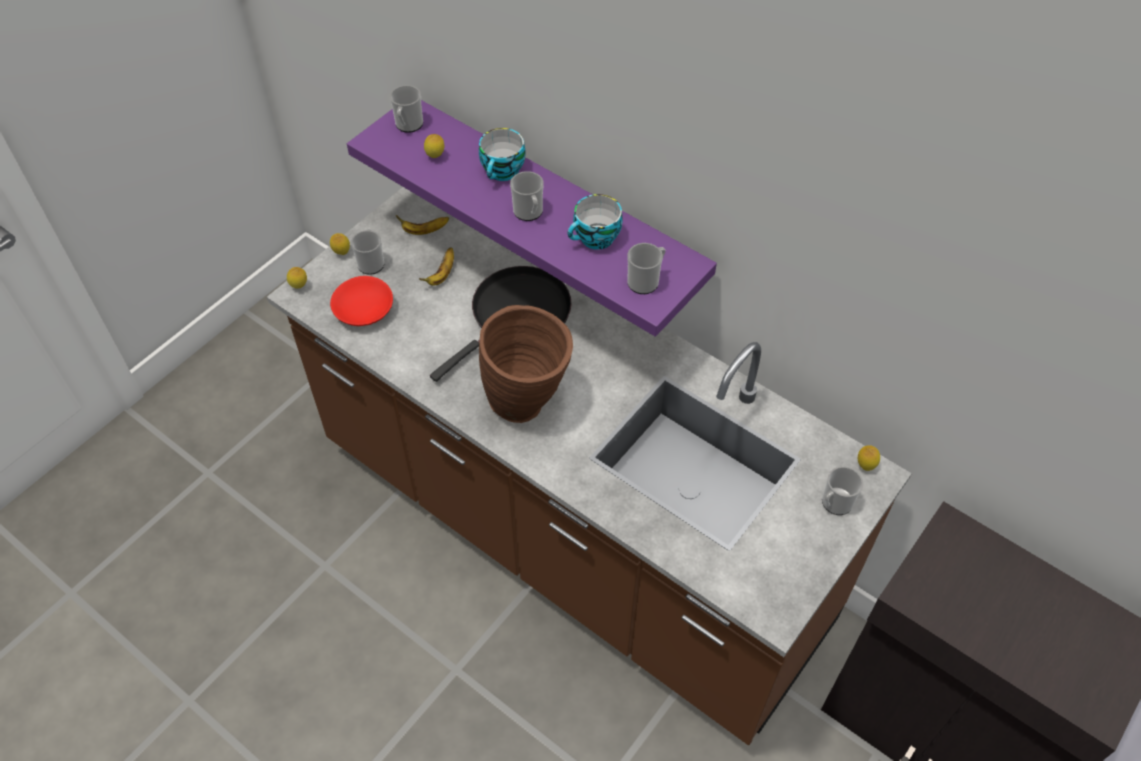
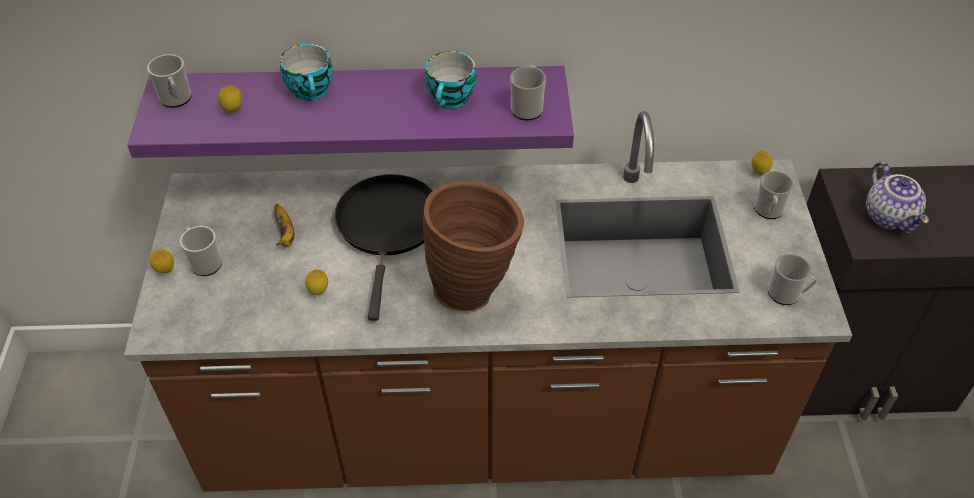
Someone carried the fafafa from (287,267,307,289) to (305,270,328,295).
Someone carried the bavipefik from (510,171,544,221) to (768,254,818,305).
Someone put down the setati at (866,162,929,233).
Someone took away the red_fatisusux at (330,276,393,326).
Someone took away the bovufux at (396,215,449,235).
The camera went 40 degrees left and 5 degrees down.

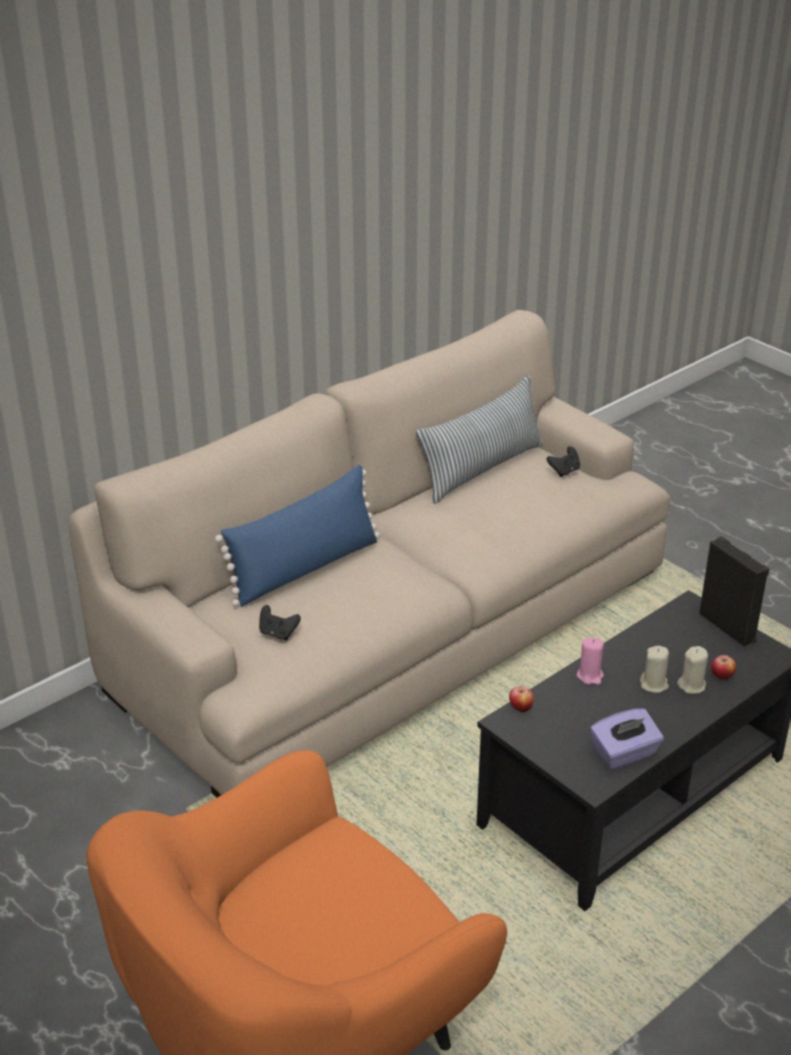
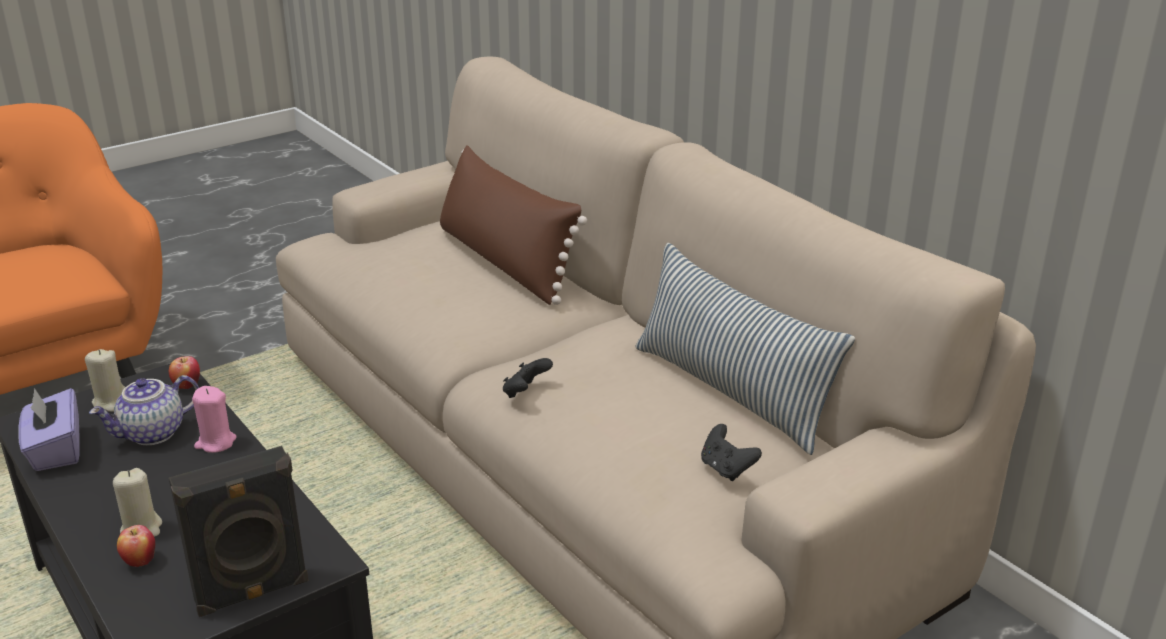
Someone carried the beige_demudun from (640,646,669,693) to (85,349,125,412).
Someone put down the setati at (89,375,199,445).
Someone repainted the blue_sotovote at (215,465,380,607), which became the brown_sotovote at (440,145,587,305).
Someone carried the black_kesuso from (259,605,301,640) to (503,358,553,398).
The camera went 95 degrees right and 5 degrees down.

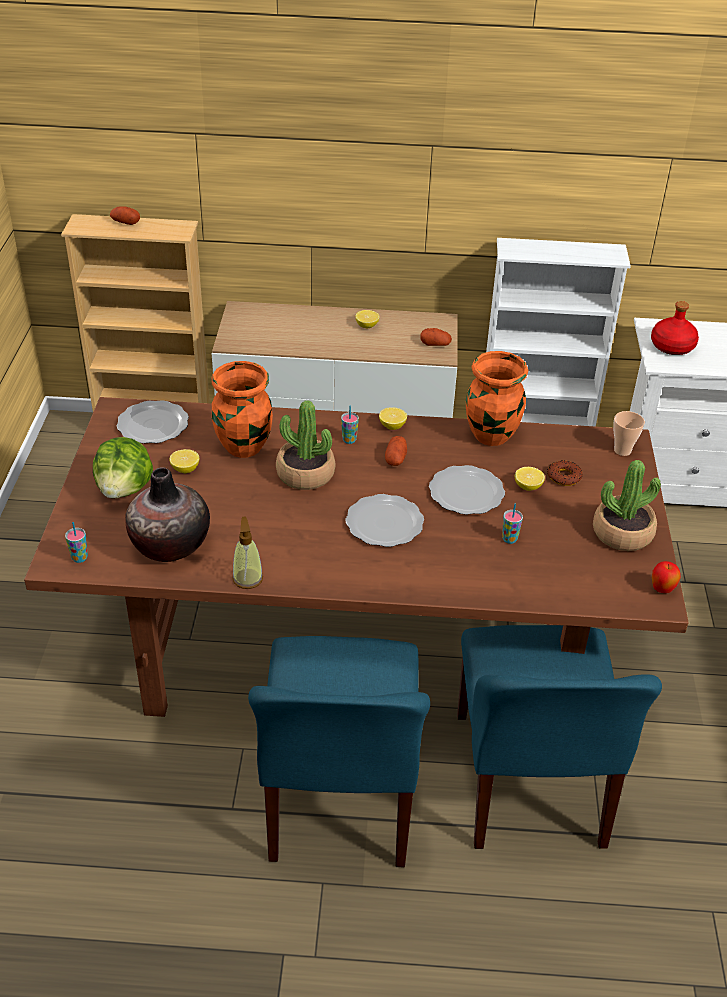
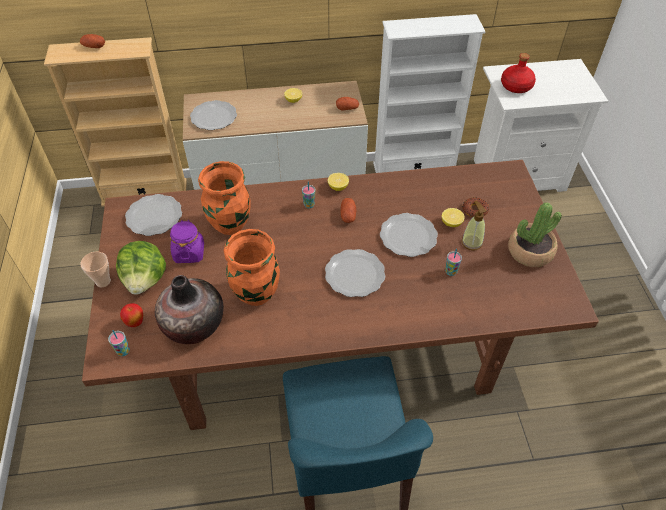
Someone carried the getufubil from (613,411,645,456) to (80,251,111,287).
Someone carried the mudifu from (652,561,681,593) to (120,303,143,327).
Someone swapped the fafafa at (170,449,199,473) for the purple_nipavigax at (170,220,204,263).
Someone put down the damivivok at (190,100,237,130).
Someone carried the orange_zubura from (466,351,528,446) to (224,229,280,306).
Someone carried the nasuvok from (232,516,263,589) to (461,201,486,251).
Someone took away the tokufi at (276,400,335,490).
Someone took away the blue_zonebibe at (457,625,662,849).
The camera went 10 degrees left and 10 degrees up.

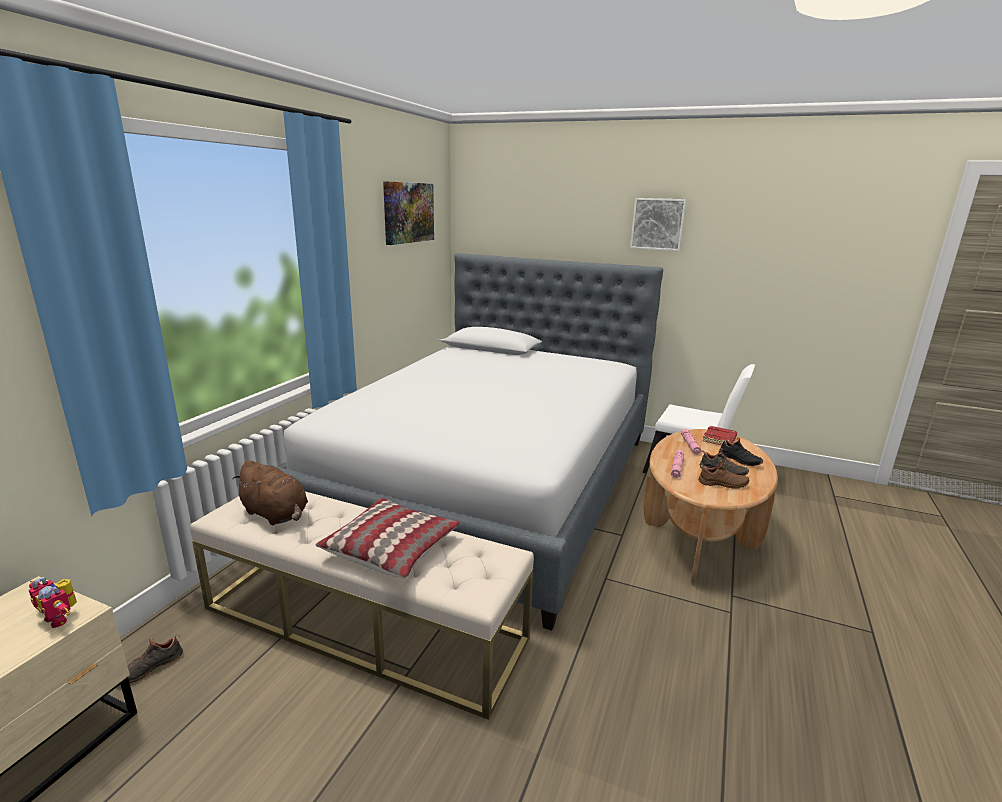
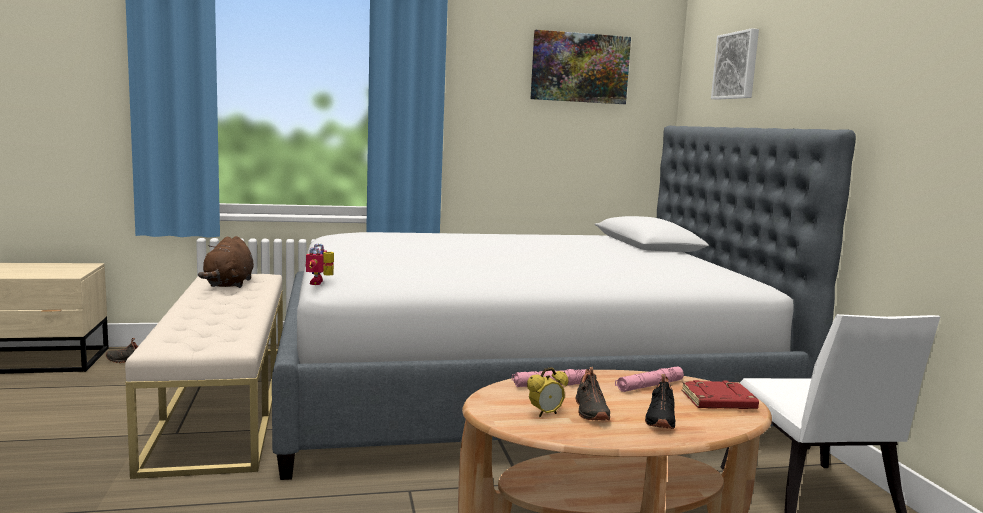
Someone carried the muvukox from (29,577,77,628) to (306,243,334,285).
Someone swapped the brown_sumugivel at (698,460,749,489) for the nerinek at (527,367,568,417).
Someone carried the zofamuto from (630,198,687,251) to (711,28,759,100).
Someone took away the sotovote at (316,498,460,578).
The camera went 55 degrees right and 10 degrees down.

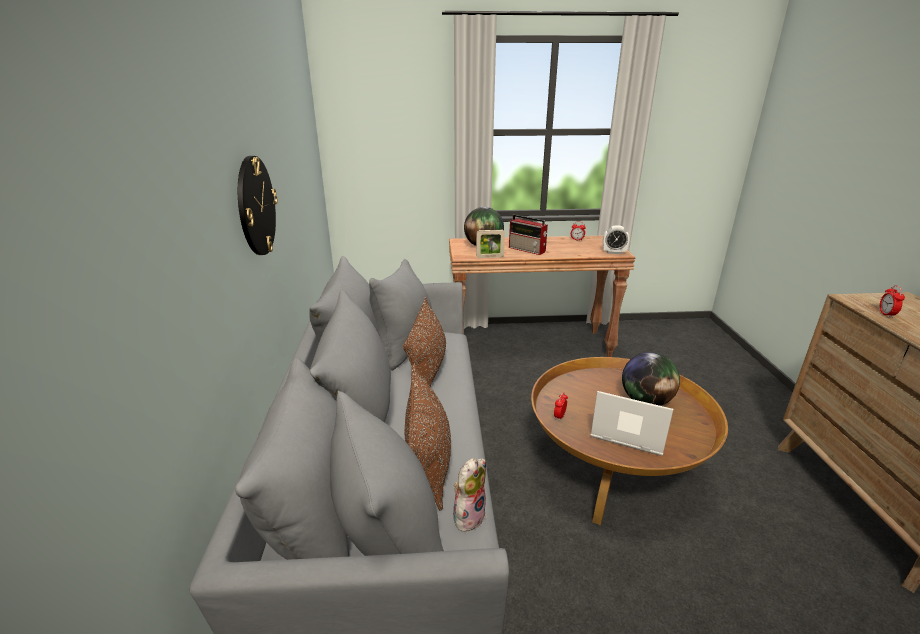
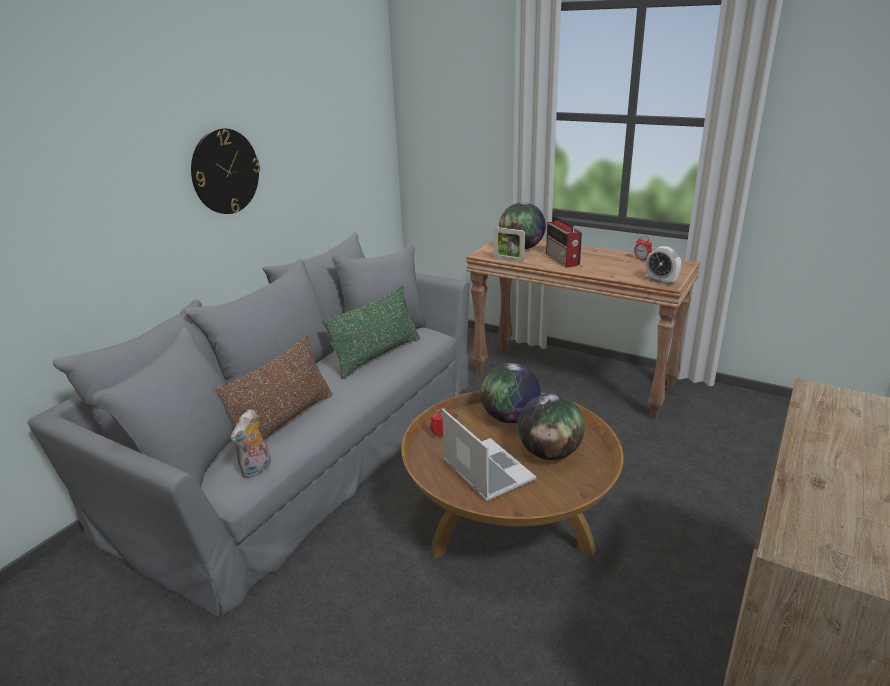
Someone rotated the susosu at (453,458,486,532) by 135 degrees clockwise.
Someone repainted the brown_sotovote at (403,297,446,387), which became the green_sotovote at (323,285,420,379).
Someone put down the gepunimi at (480,363,541,423).
Someone took away the nerinek at (880,285,905,318).
The camera went 35 degrees right and 0 degrees up.

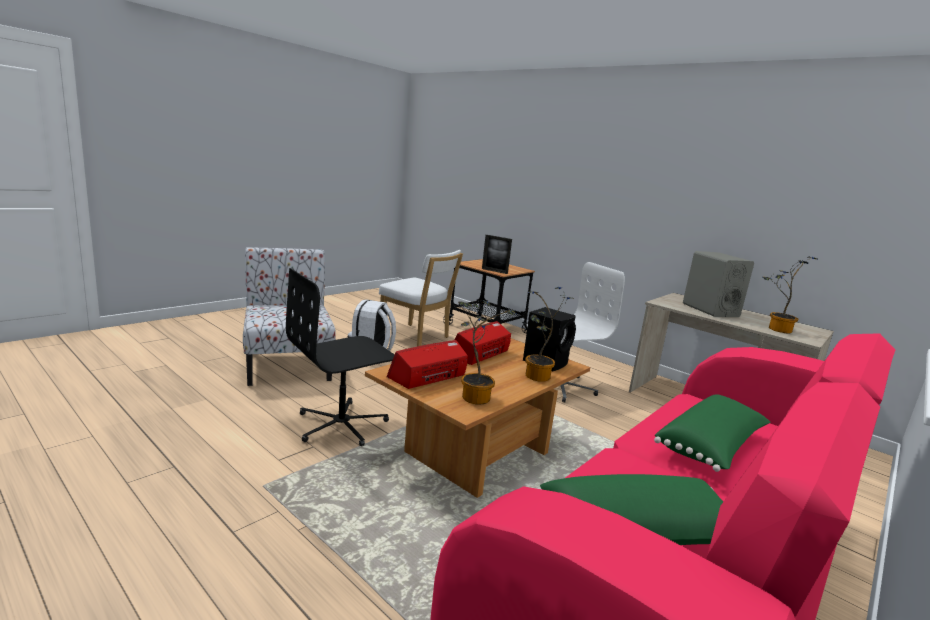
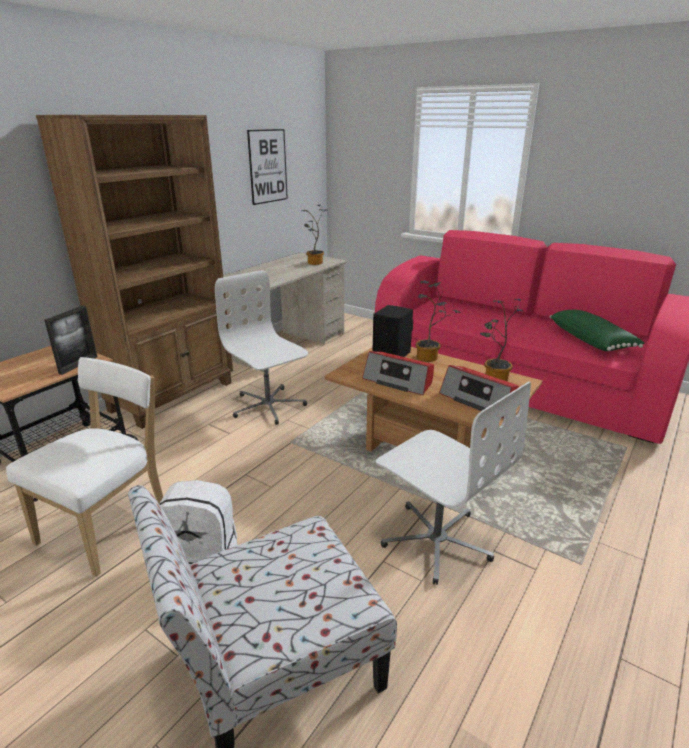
Someone put down the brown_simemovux at (36,115,233,429).
Someone put up the zofamuto at (247,129,288,205).
Someone repainted the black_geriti at (286,268,395,446), which became the white_geriti at (376,382,531,585).
Someone took away the green_sotovote at (654,394,771,472).
Someone took away the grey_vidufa at (683,251,754,317).
The camera went 95 degrees left and 10 degrees up.

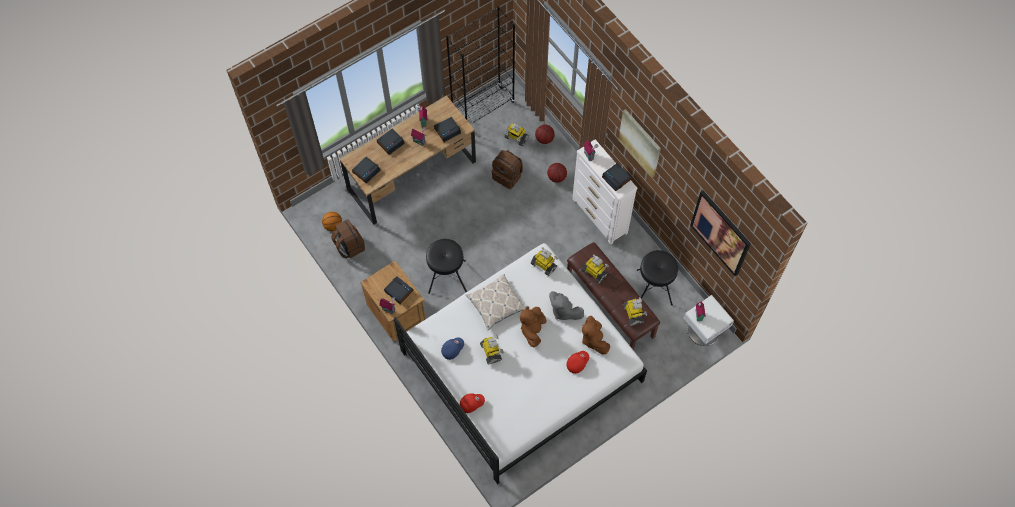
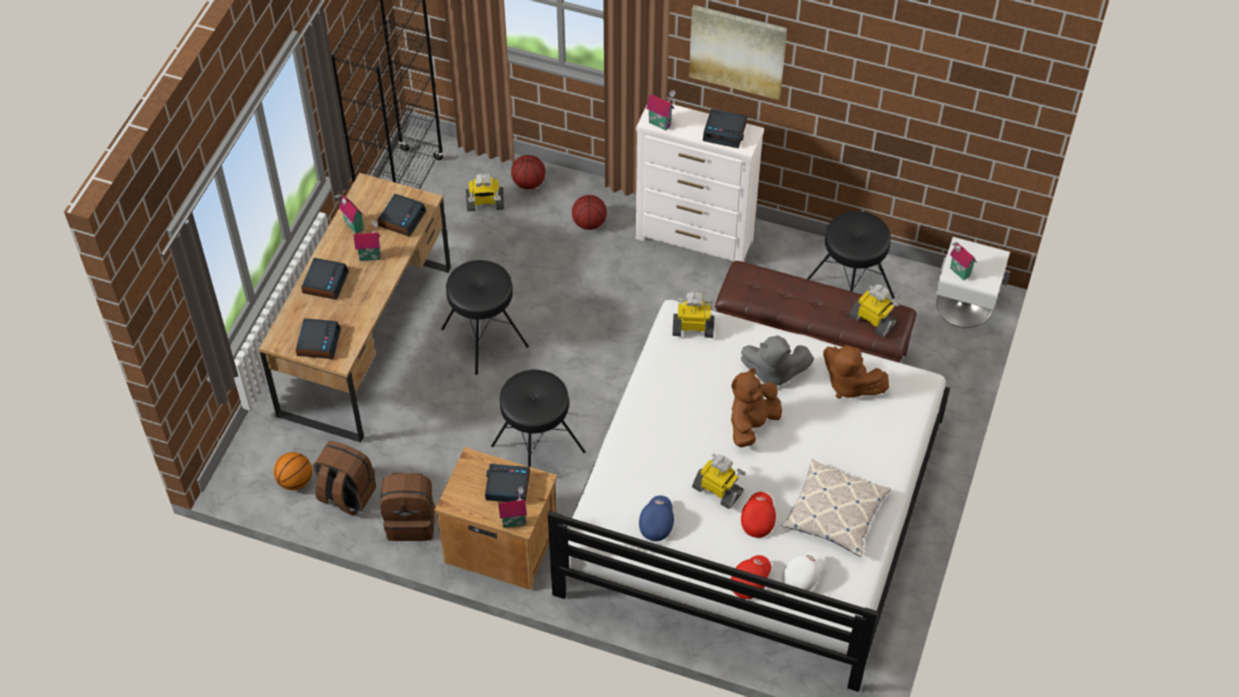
Someone carried the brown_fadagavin from (492,150,523,189) to (380,472,435,541).
Someone put down the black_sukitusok at (441,260,529,375).
Someone rotated the brown_susosu at (520,306,547,347) by 60 degrees clockwise.
Someone carried the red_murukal from (567,351,589,374) to (741,492,776,538).
Someone carried the sotovote from (466,274,526,330) to (781,459,891,557).
Someone put down the white_murukal at (782,551,824,591).
Someone took away the muvukox at (581,254,609,284).
Someone took away the zofamuto at (690,191,751,276).
The camera went 35 degrees left and 10 degrees down.

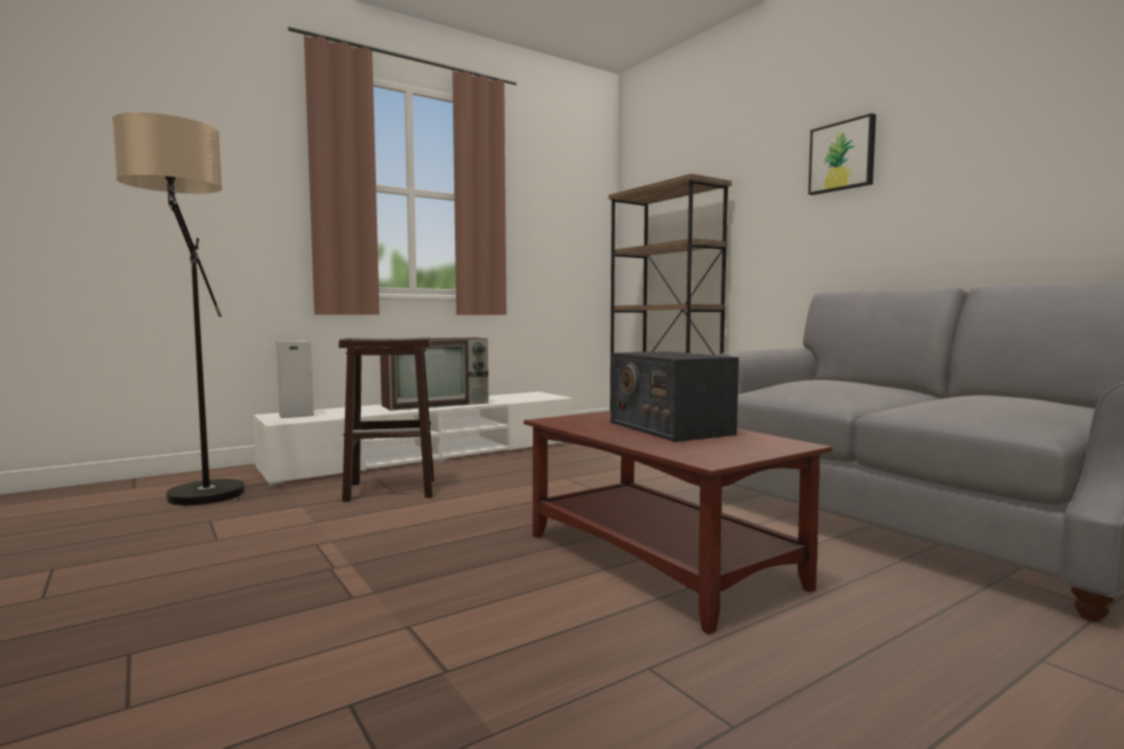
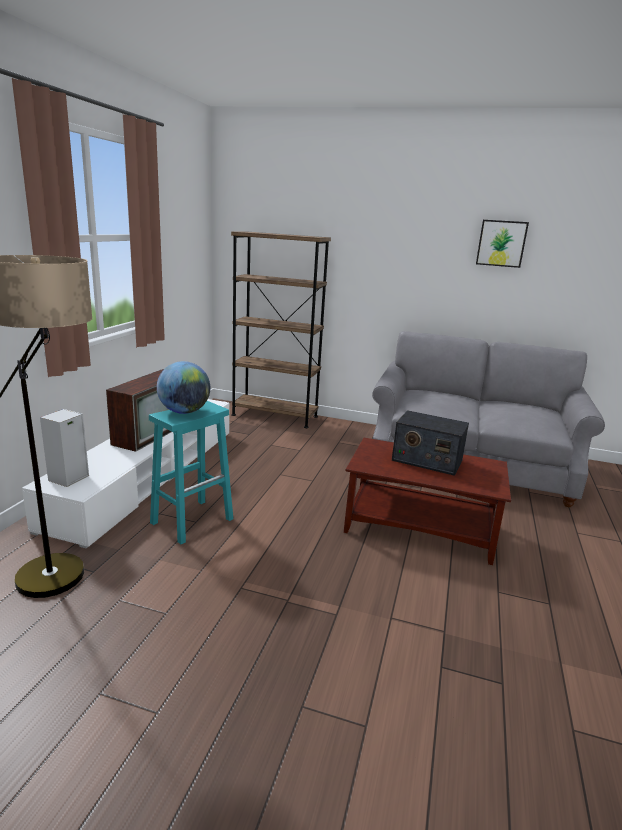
Someone repainted the brown_sukitusok at (339,338,434,502), which became the turquoise_sukitusok at (149,401,233,544).
Someone put down the gepunimi at (157,361,210,414).
Someone carried the zofamuto from (808,113,876,195) to (476,220,529,268).
The camera went 40 degrees left and 15 degrees up.

